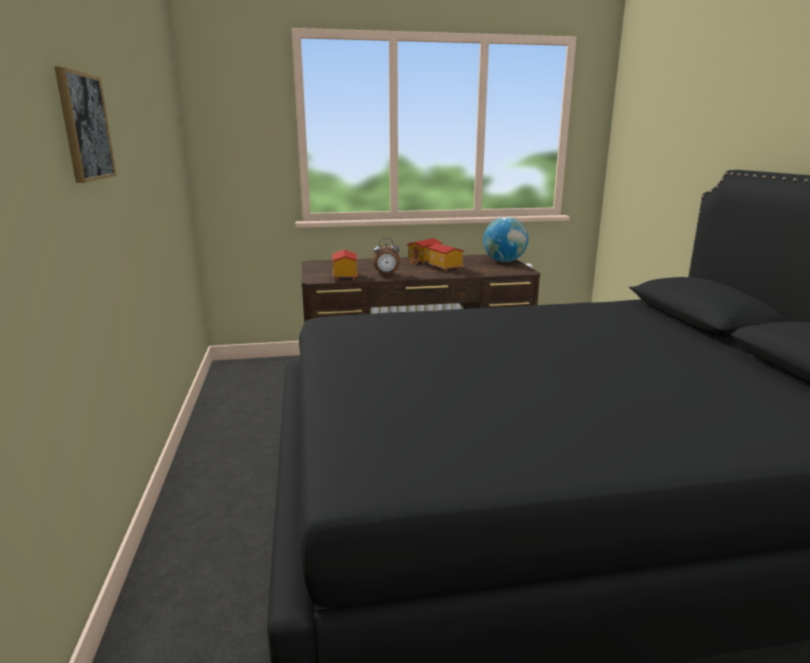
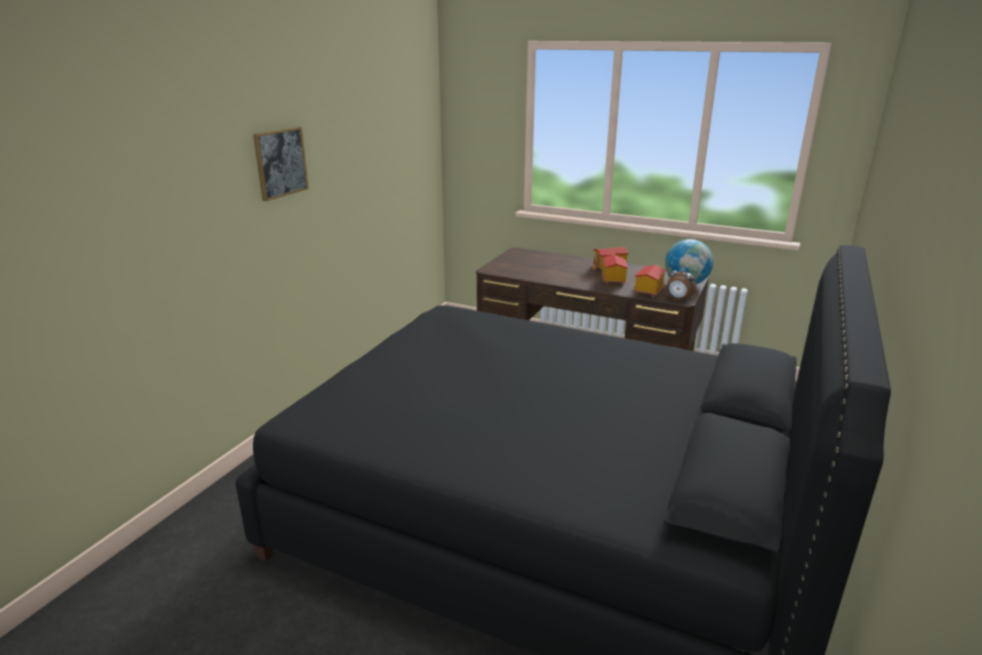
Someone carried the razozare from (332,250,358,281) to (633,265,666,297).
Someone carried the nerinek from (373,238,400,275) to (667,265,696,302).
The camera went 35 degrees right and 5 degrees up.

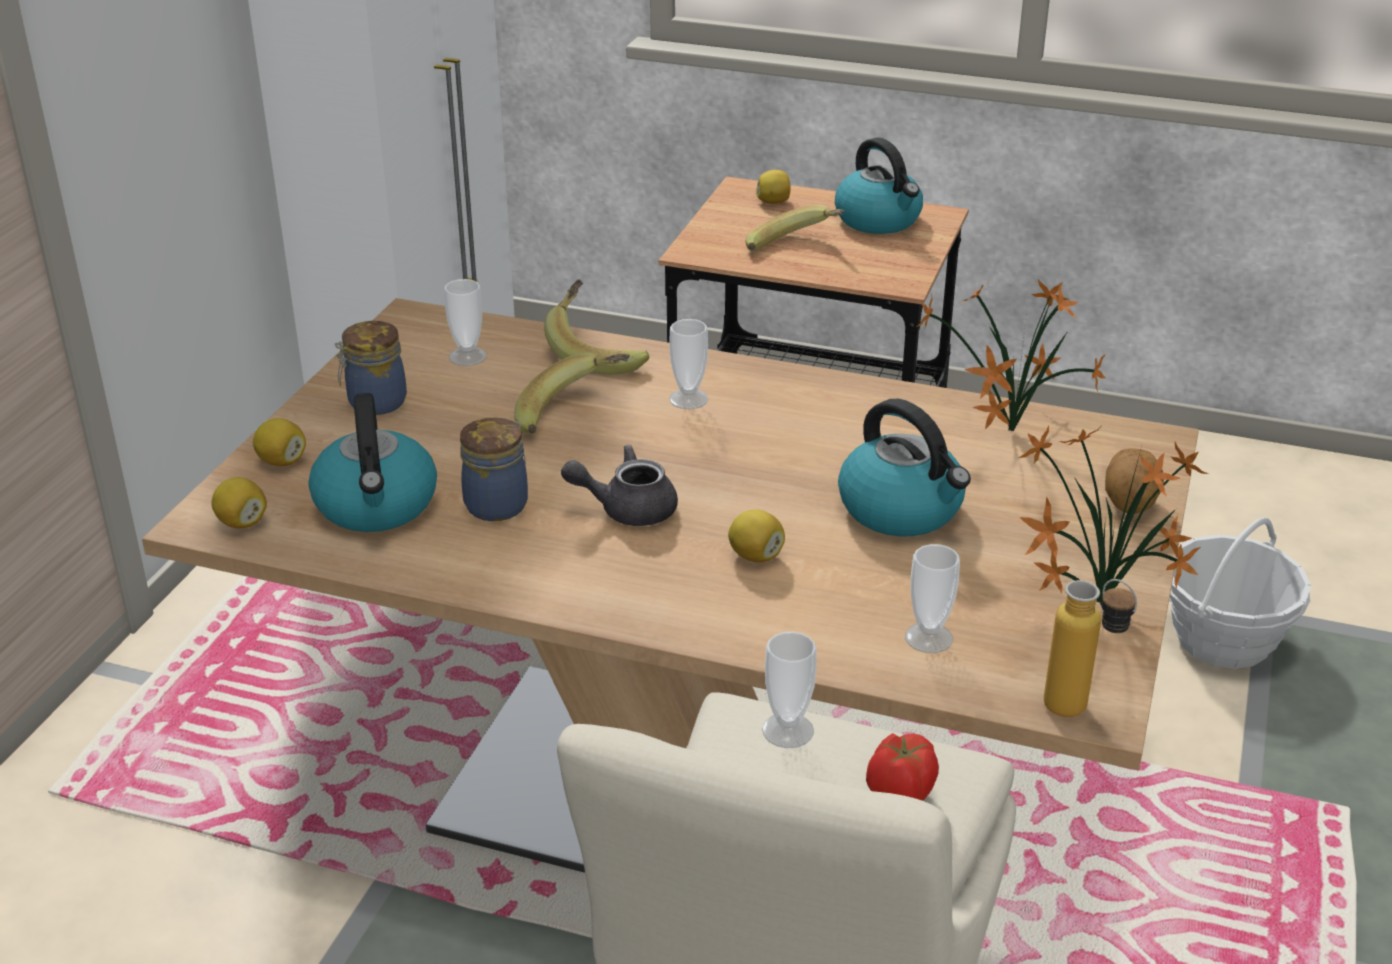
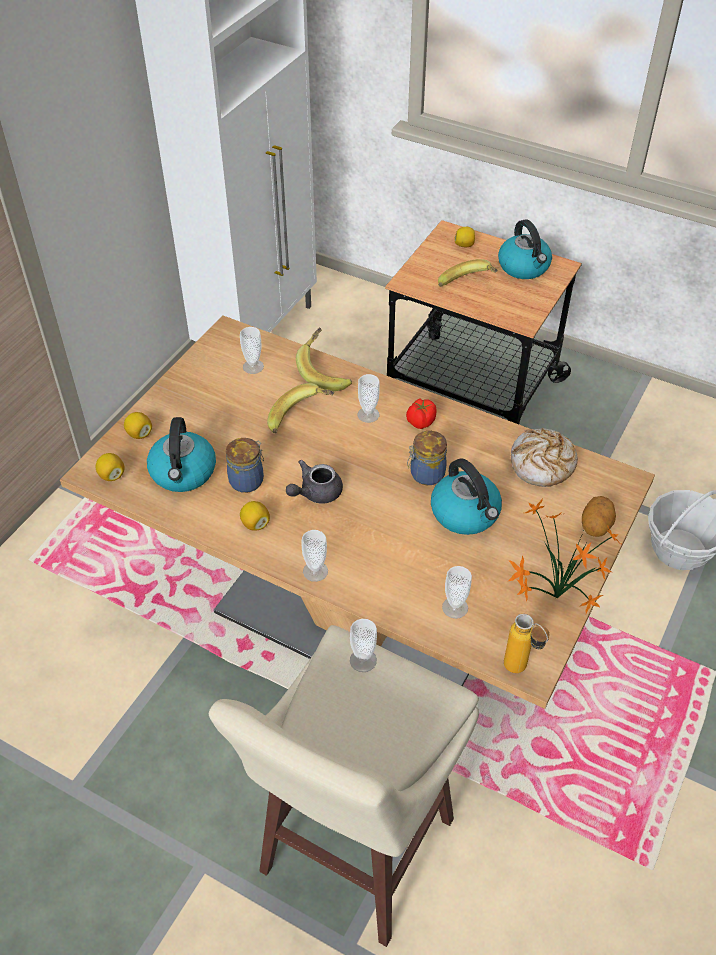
Someone carried the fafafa from (728,509,785,562) to (240,501,270,531).
Someone rotated the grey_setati at (561,445,678,526) by 45 degrees counterclockwise.
Someone put down the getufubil at (302,530,328,582).
Someone carried the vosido from (866,733,939,801) to (406,398,436,429).
Someone carried the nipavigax from (335,321,407,415) to (407,431,447,485).
Someone swapped the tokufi at (917,279,1106,432) for the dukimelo at (511,428,578,487).
The camera went 10 degrees right and 15 degrees up.

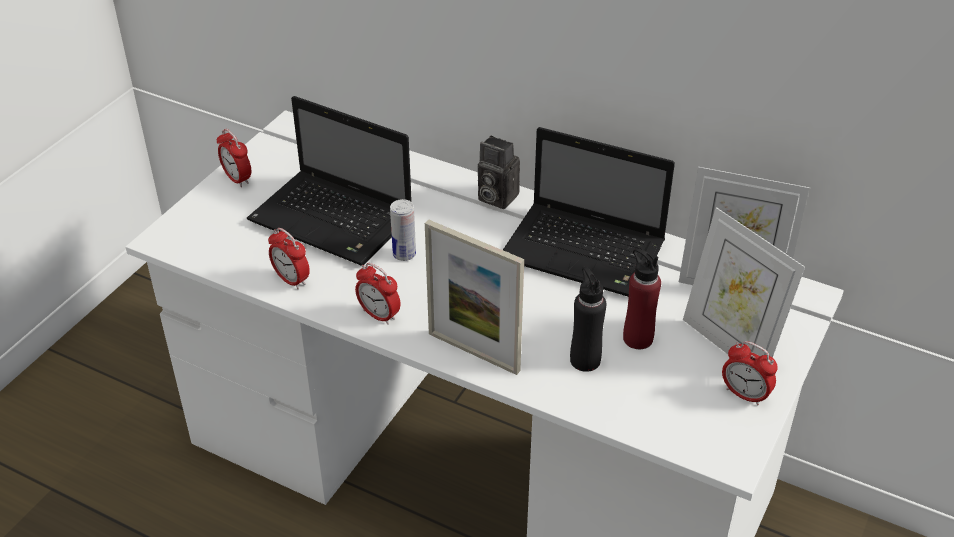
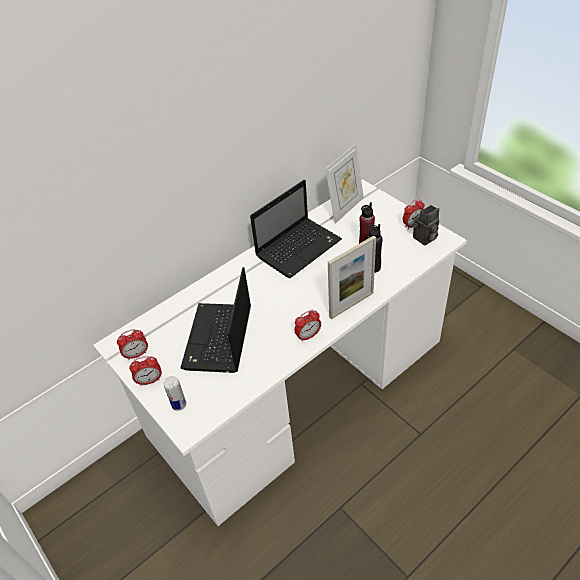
Someone carried the nerinek from (268,228,310,289) to (117,329,148,360).
Someone carried the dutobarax from (390,199,416,261) to (164,376,186,411).
Someone rotated the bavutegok at (247,96,412,265) by 135 degrees clockwise.
Someone carried the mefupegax from (478,136,520,209) to (413,205,439,245).
Someone took away the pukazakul at (683,207,805,358).
The camera went 65 degrees left and 5 degrees up.

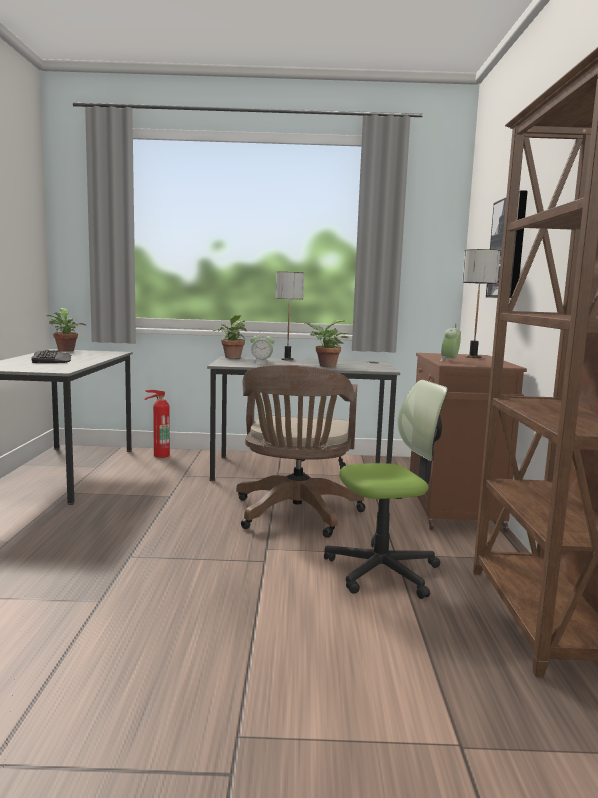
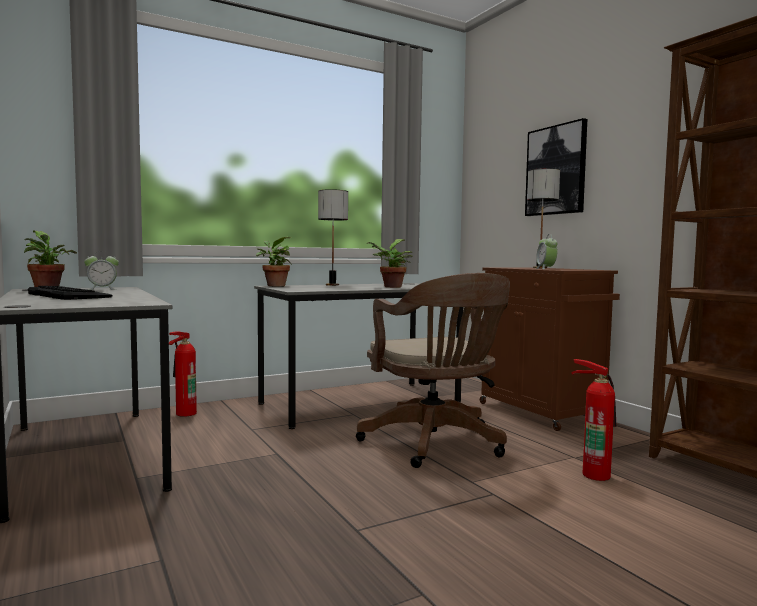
Someone carried the nerinek from (250,332,275,363) to (84,251,119,290).
Someone swapped the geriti at (324,380,448,599) for the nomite at (571,359,617,481).
The camera went 30 degrees left and 5 degrees down.

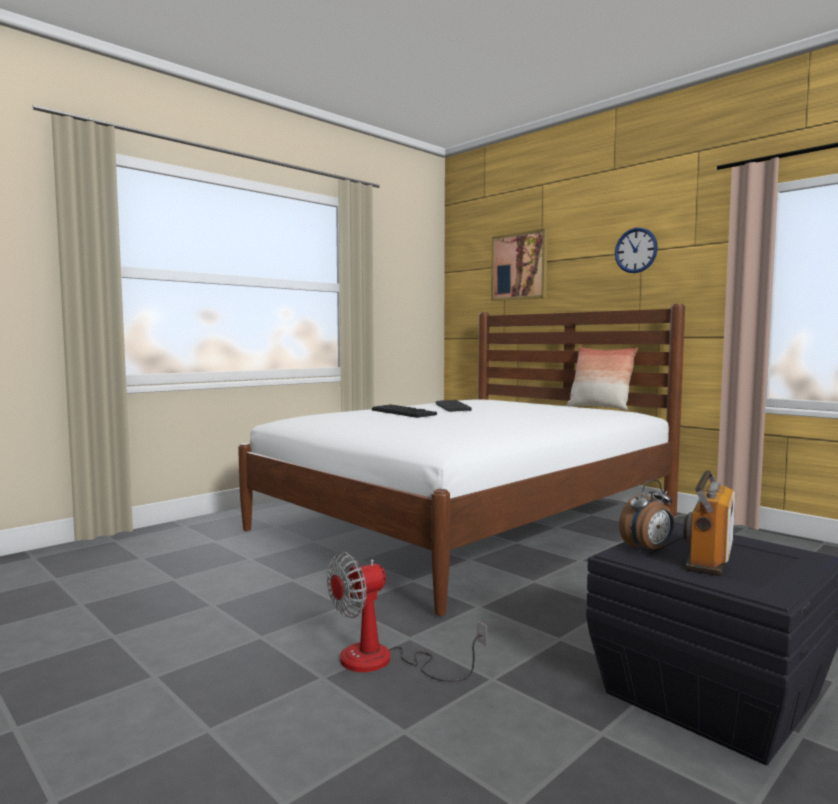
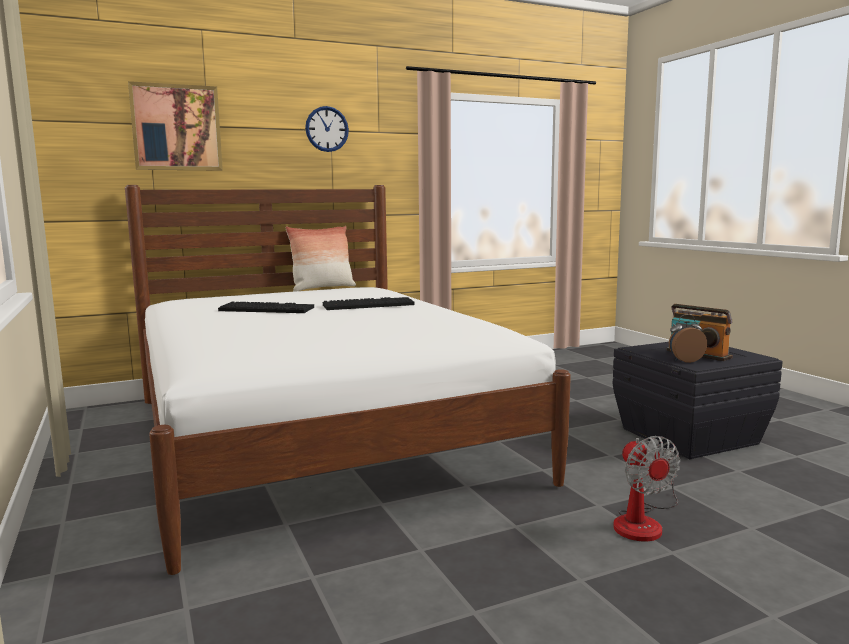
Someone carried the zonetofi from (372,404,437,418) to (323,297,414,310).
Someone rotated the nerinek at (619,479,674,553) by 90 degrees counterclockwise.
The camera went 70 degrees left and 5 degrees up.

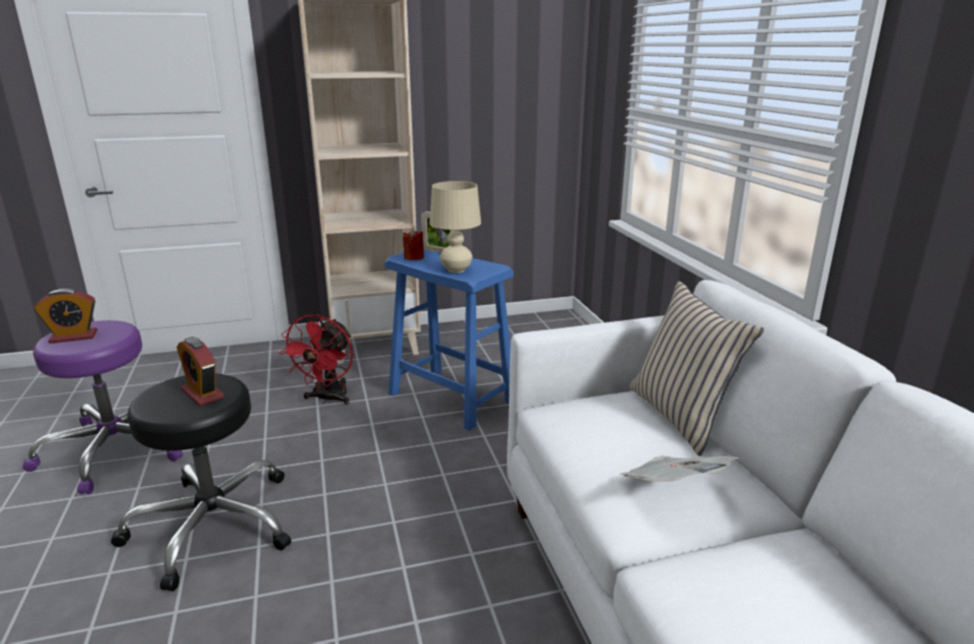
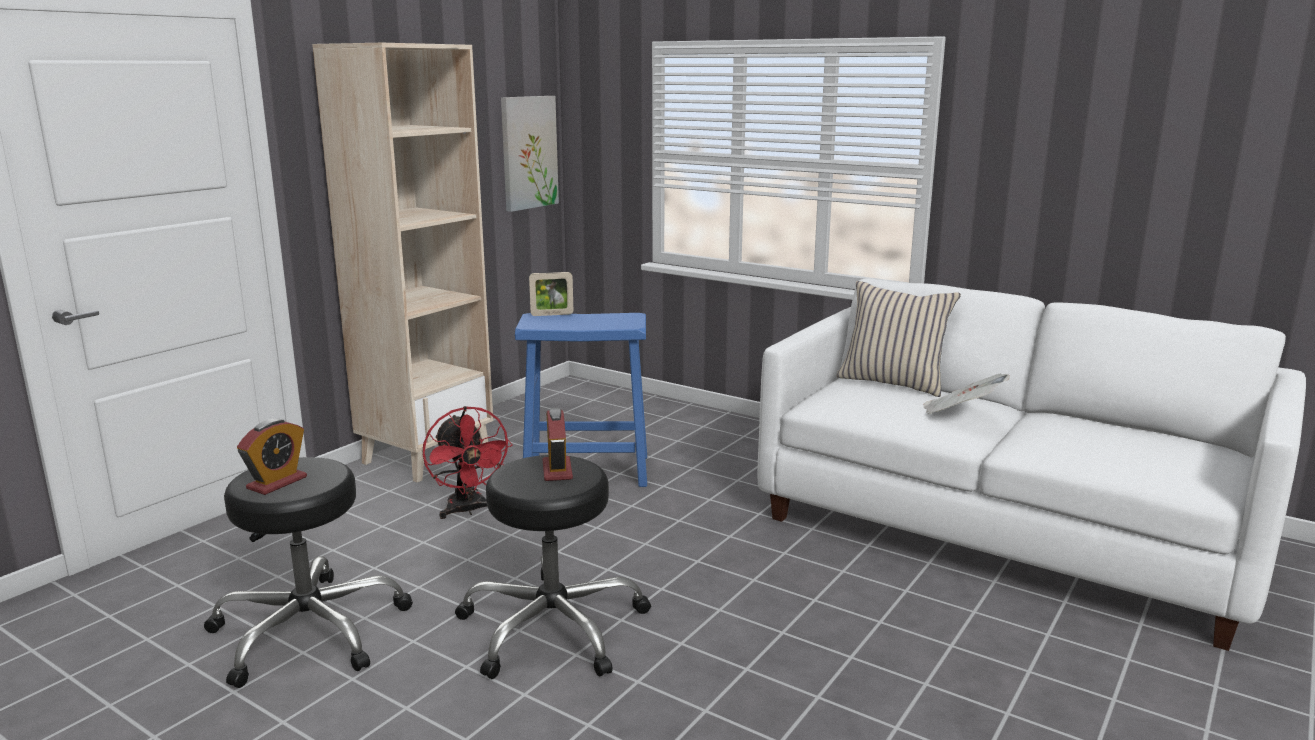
Someone repainted the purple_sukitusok at (23,320,183,494), which became the black_sukitusok at (204,457,413,688).
Someone put up the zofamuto at (501,96,559,212).
Someone rotated the nerinek at (177,337,225,406) by 105 degrees counterclockwise.
Someone took away the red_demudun at (403,228,424,260).
Someone took away the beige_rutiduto at (430,181,481,273).
The camera went 40 degrees left and 5 degrees down.

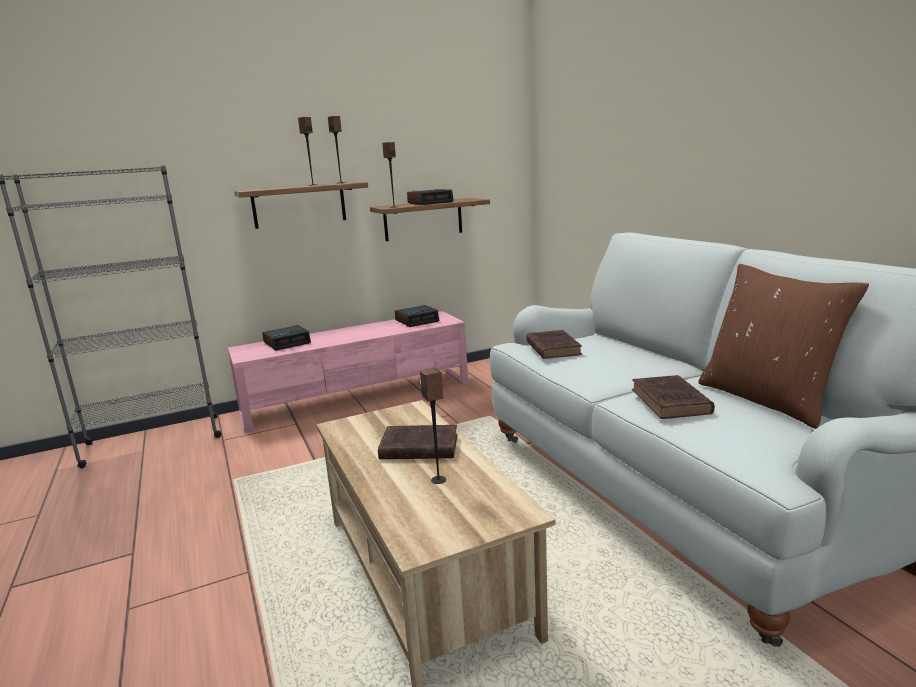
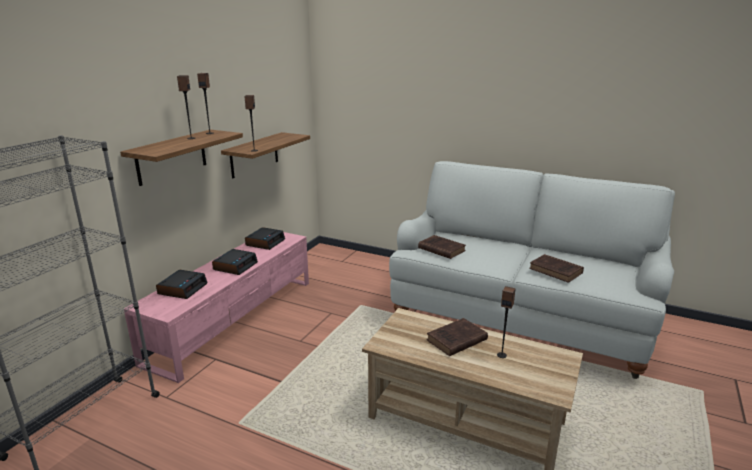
Someone carried the nerinek from (407,189,454,205) to (212,249,258,275).
Someone took away the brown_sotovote at (698,264,869,429).
The camera went 40 degrees left and 5 degrees up.

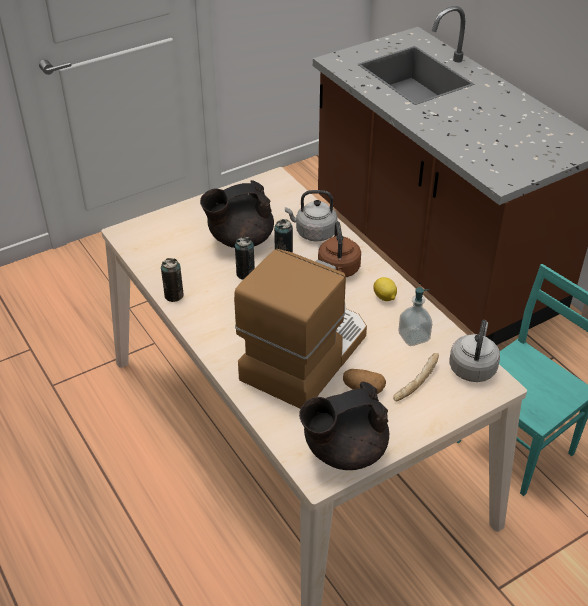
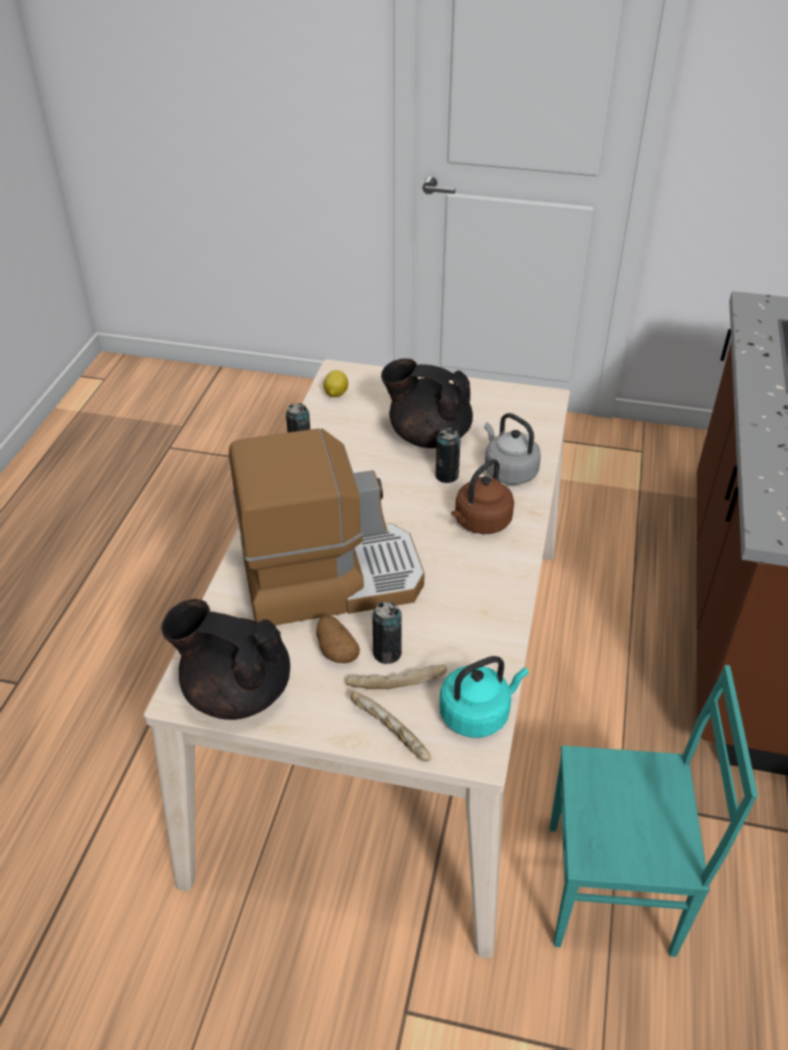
Someone carried the fafafa from (374,277,397,301) to (323,370,348,397).
Someone put down the dukimelo at (351,691,431,762).
Someone carried the dutobarax from (235,237,255,280) to (372,601,402,664).
Someone repainted the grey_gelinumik at (449,320,500,382), which became the turquoise_gelinumik at (439,656,529,738).
Someone took away the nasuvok at (399,287,432,346).
The camera went 45 degrees right and 0 degrees up.

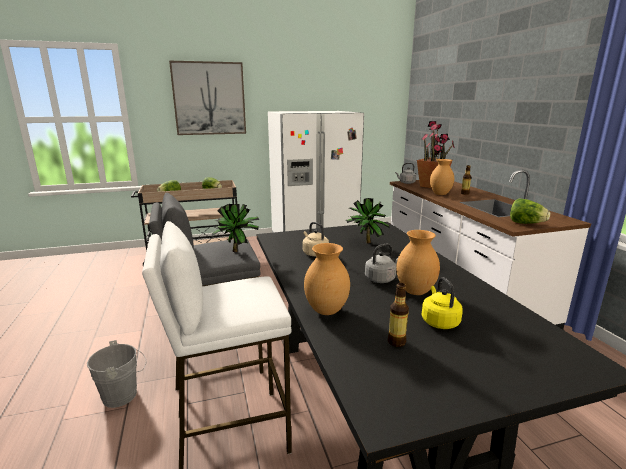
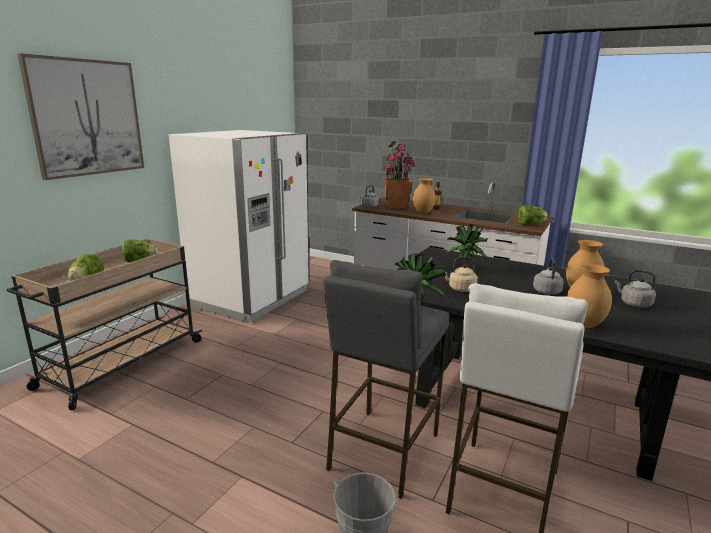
Someone repainted the yellow_gelinumik at (422,277,463,329), which became the grey_gelinumik at (615,270,656,308).
Someone took away the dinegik at (388,283,409,347).
The camera went 45 degrees left and 0 degrees up.

